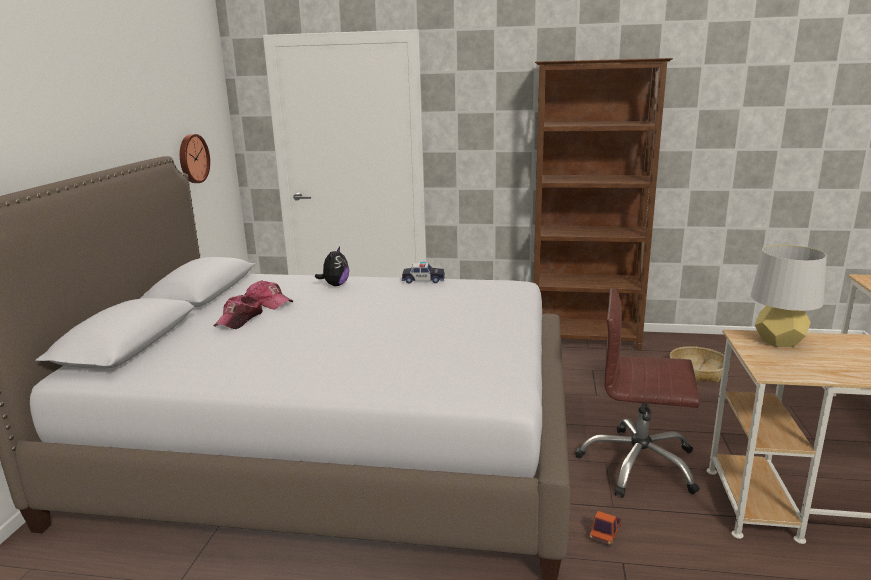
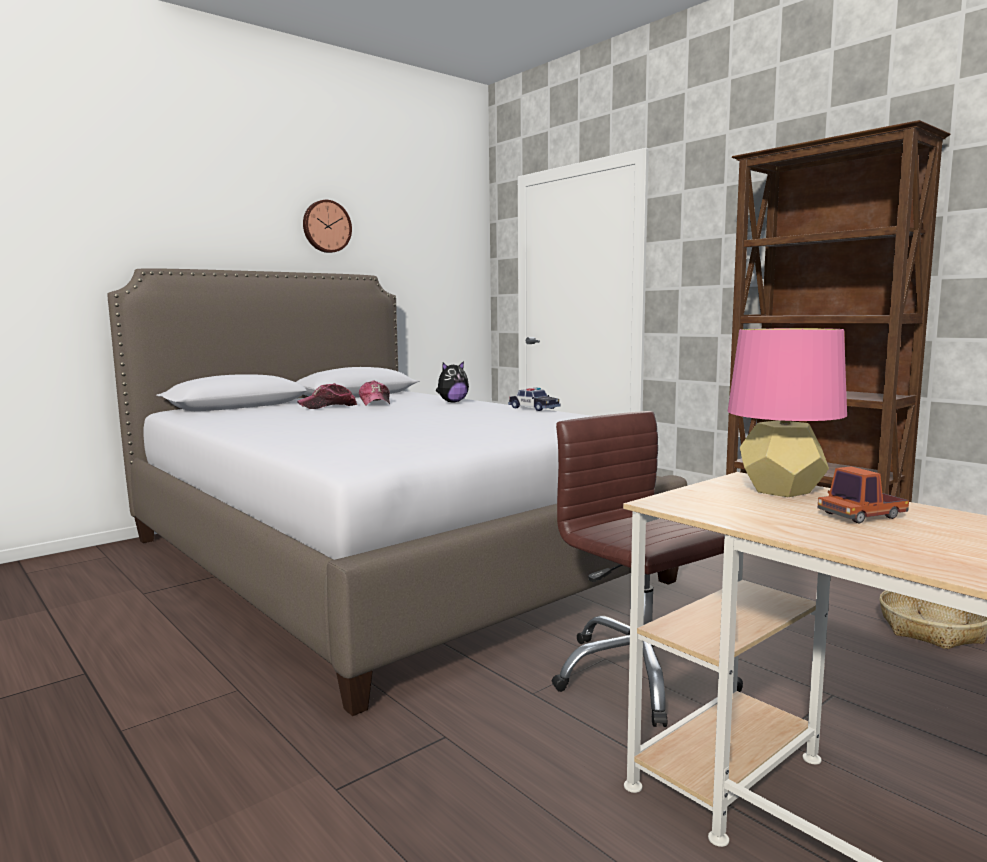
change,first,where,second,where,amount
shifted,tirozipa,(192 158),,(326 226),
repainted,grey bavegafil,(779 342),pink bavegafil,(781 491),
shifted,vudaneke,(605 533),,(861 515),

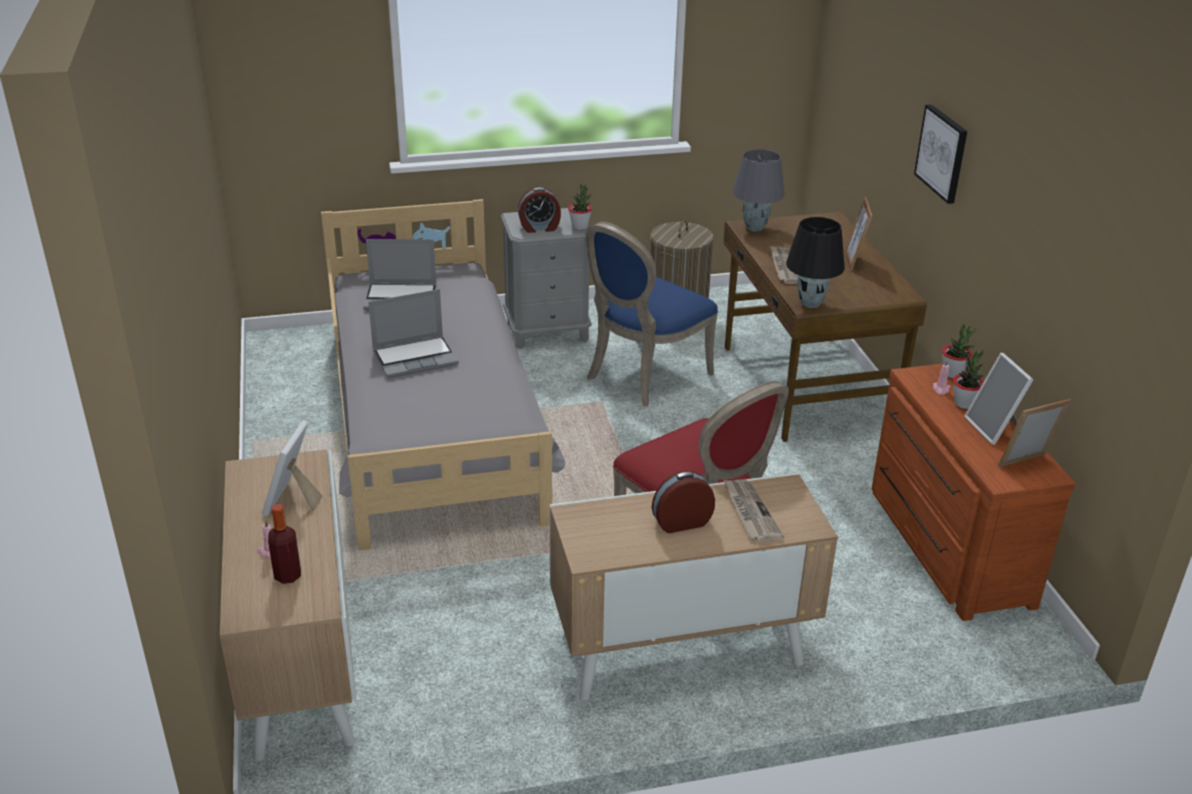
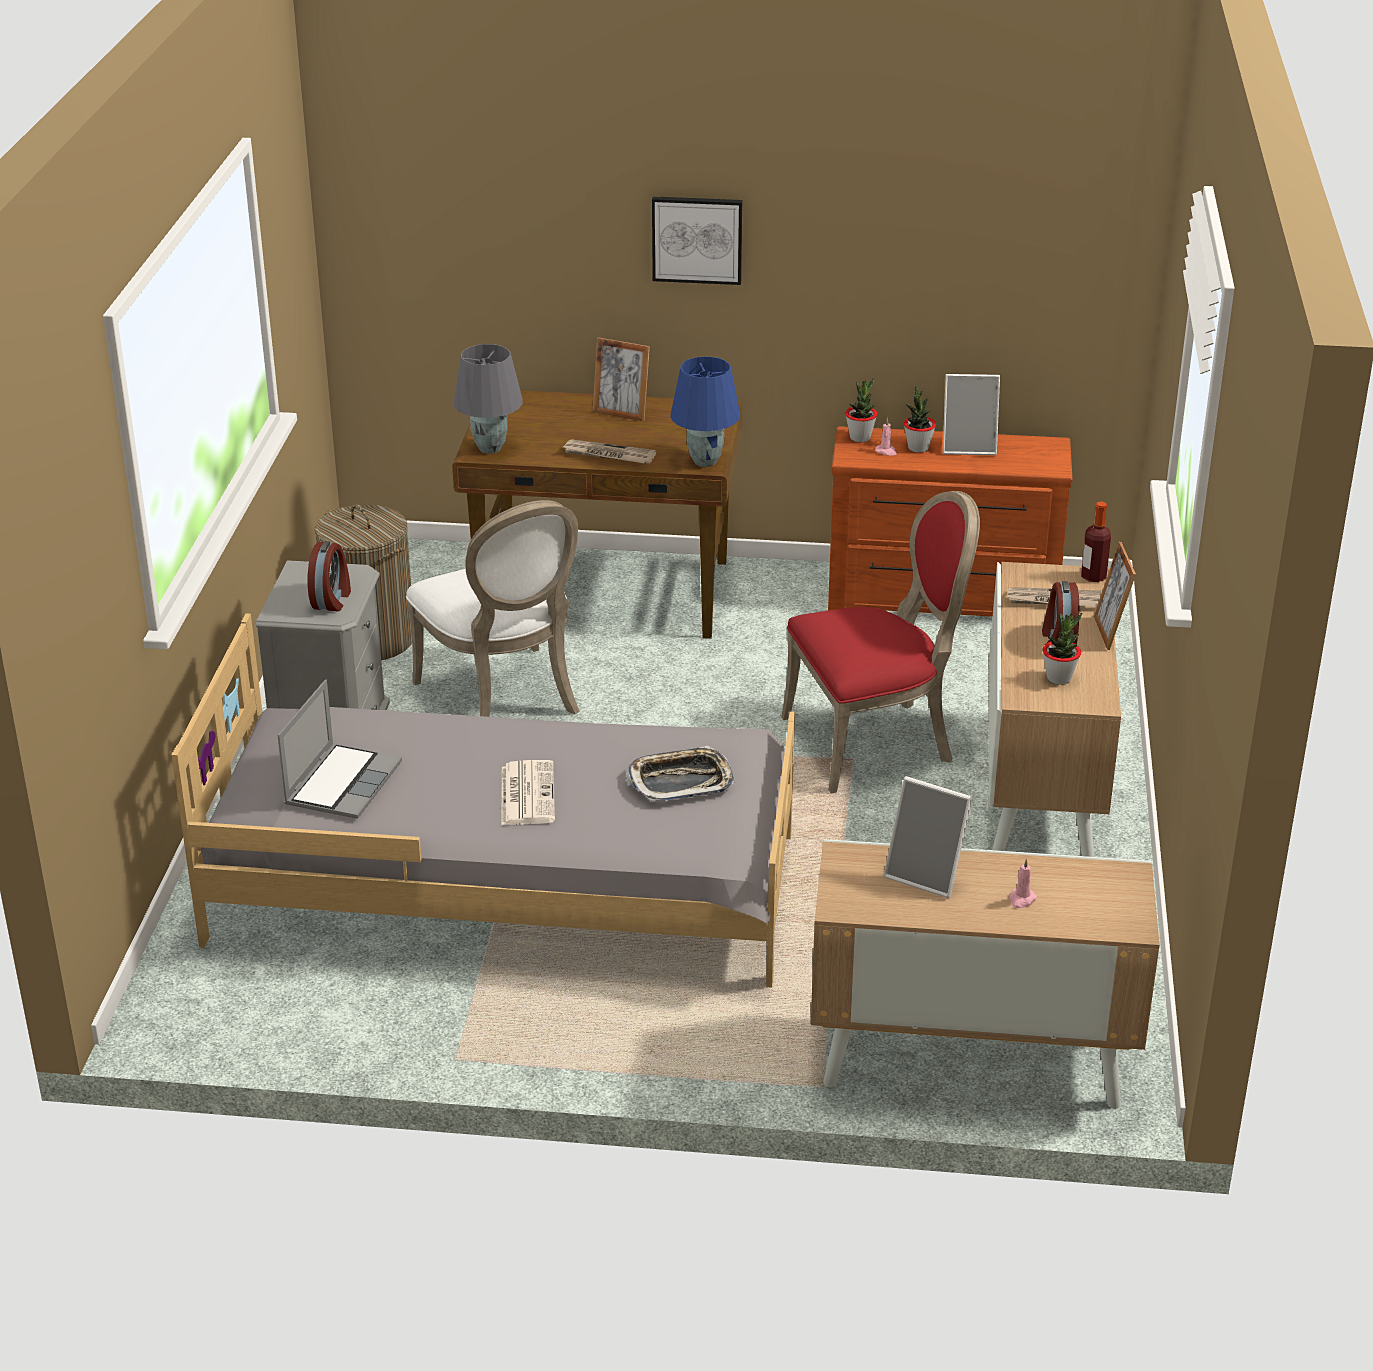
change,first,where,second,where,amount
shifted,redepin,(580 227),,(1059 678),
repainted,black bavegafil,(811 303),blue bavegafil,(705 461),
repainted,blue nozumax,(643 376),white nozumax,(505 698),
swapped,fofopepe,(416 358),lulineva,(526 793),
shifted,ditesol,(1026 464),,(1110 632),
shifted,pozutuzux,(287 576),,(1093 576),
new,,,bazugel,(681 781),

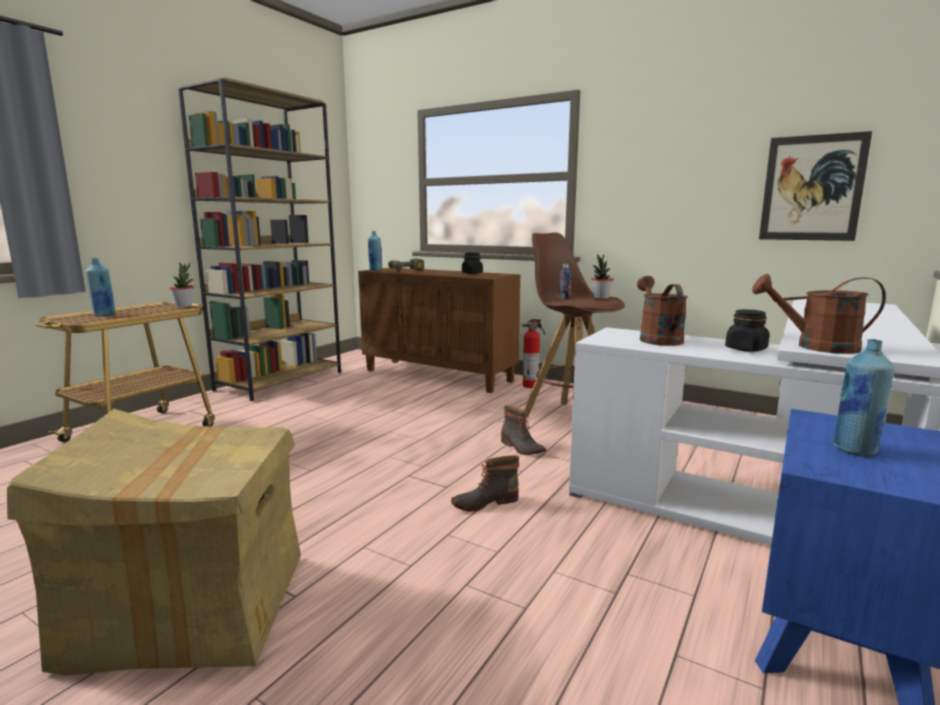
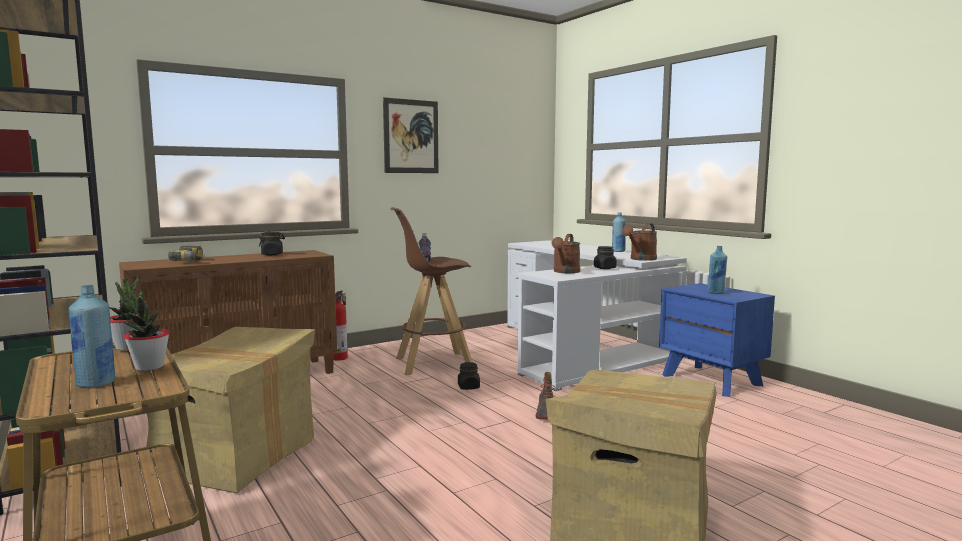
change,first,where,second,where,amount
shifted,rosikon,(812 188),,(411 136),
shifted,blue pozutuzux,(375 270),,(618 251),
shifted,redepin,(601 298),,(149 367),
rotated,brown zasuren,(657 338),,(565 272),90 degrees counterclockwise
swapped,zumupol,(521 448),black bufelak,(468 387),
new,,,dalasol,(236 457),

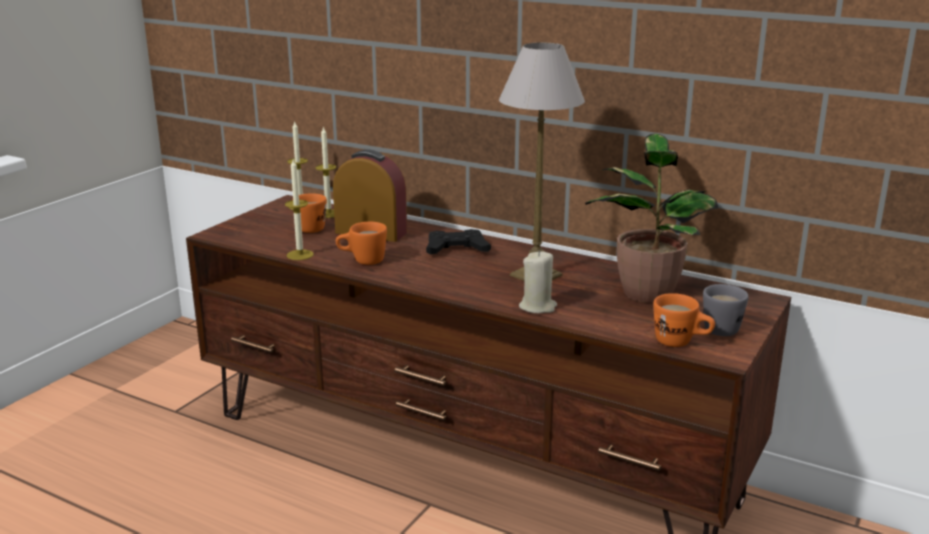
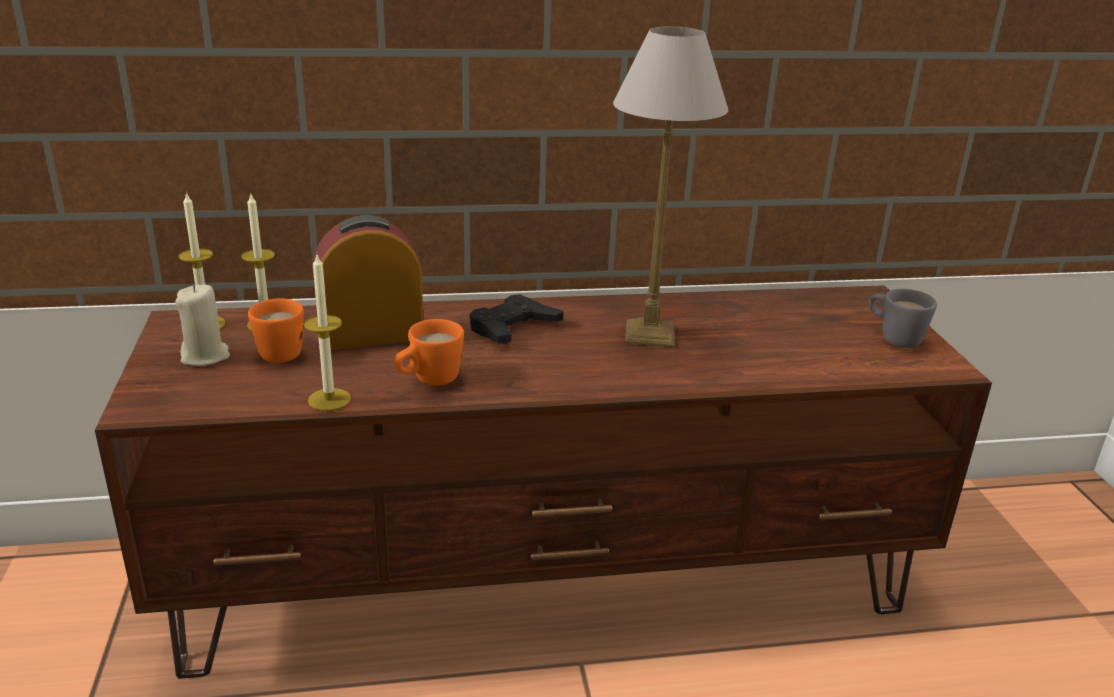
change,first,where,second,where,amount
gone,redepin,(646 291),,,
shifted,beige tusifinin,(538 307),,(205 356),
gone,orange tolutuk,(681 343),,,

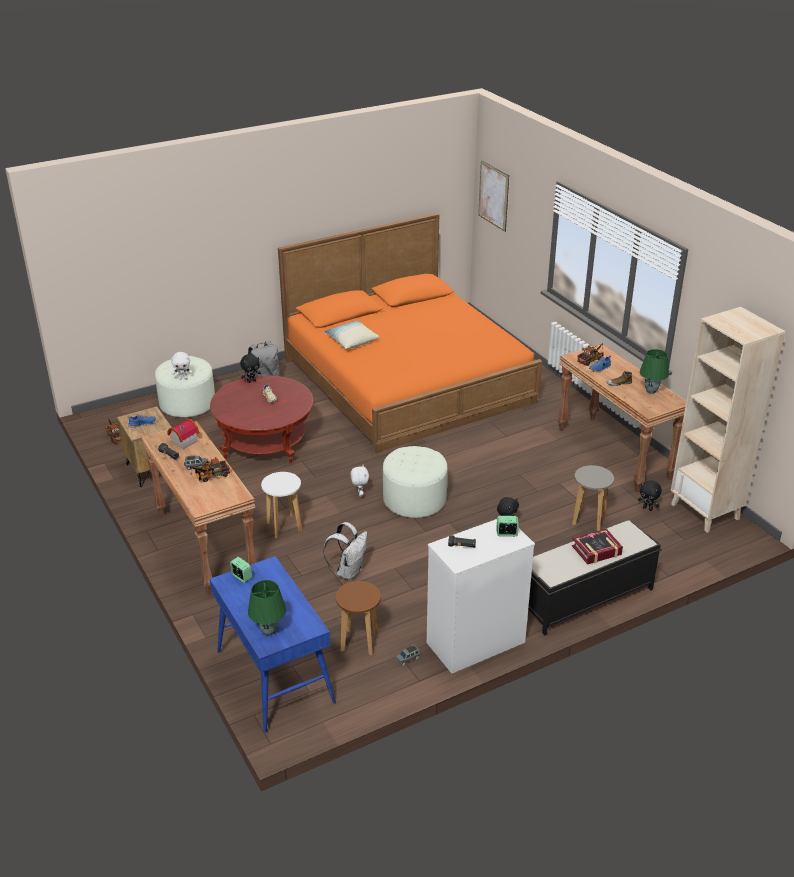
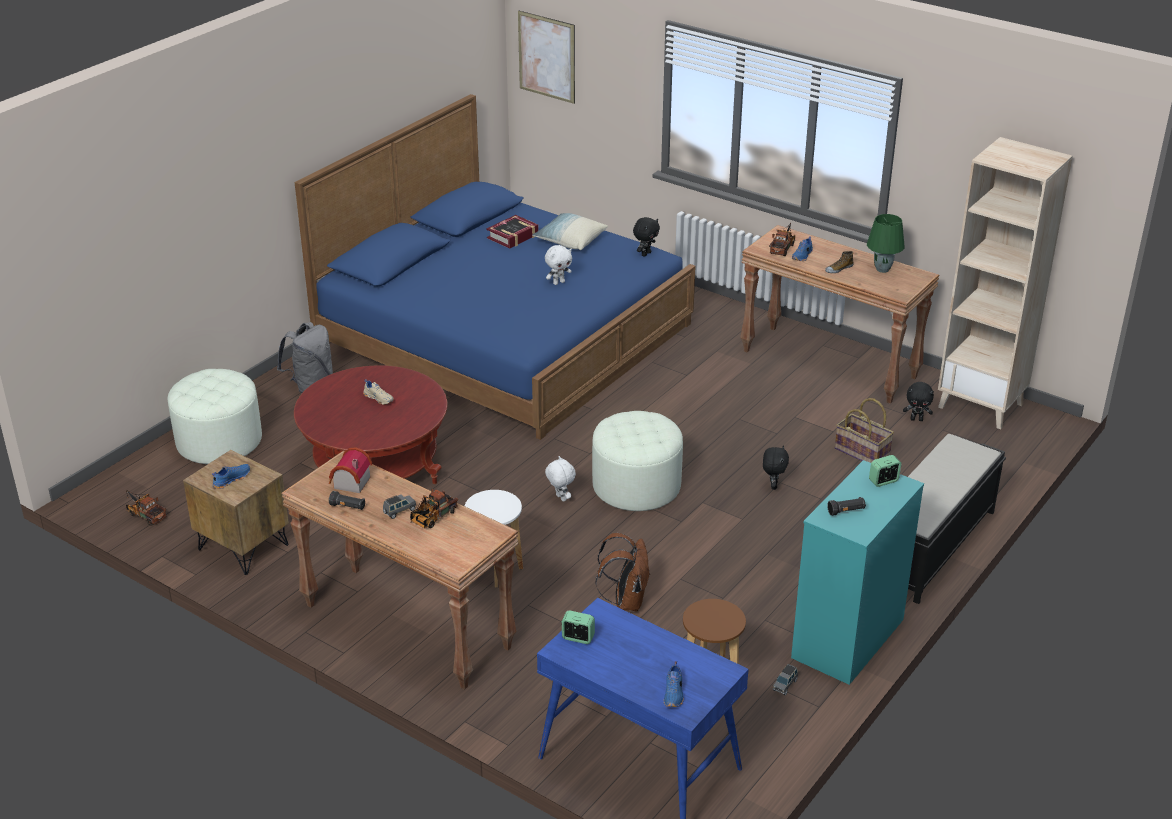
change,first,where,second,where,amount
repainted,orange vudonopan,(407 380),blue vudonopan,(504 334),
shifted,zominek,(351 341),,(570 241),
shifted,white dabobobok,(183 378),,(558 282),
shifted,black dabobobok,(251 381),,(645 254),
swapped,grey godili,(589 520),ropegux,(862 452),
repainted,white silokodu,(475 643),turquoise silokodu,(847 639),
repainted,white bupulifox,(348 571),brown bupulifox,(626 601),
shifted,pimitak,(596 551),,(513 236),
swapped,green bavegafil,(269 631),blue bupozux,(674 693),

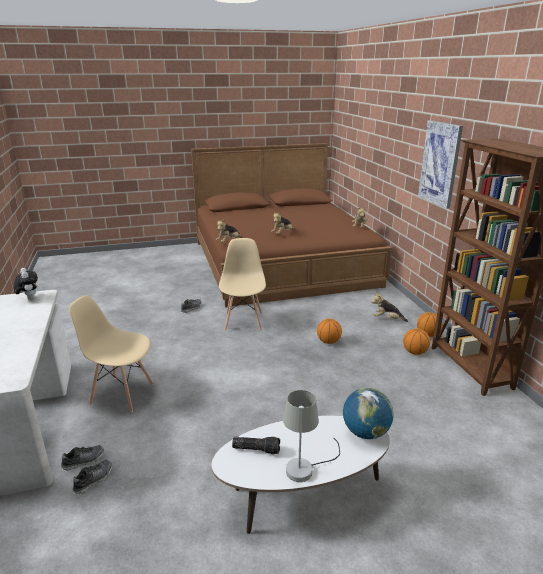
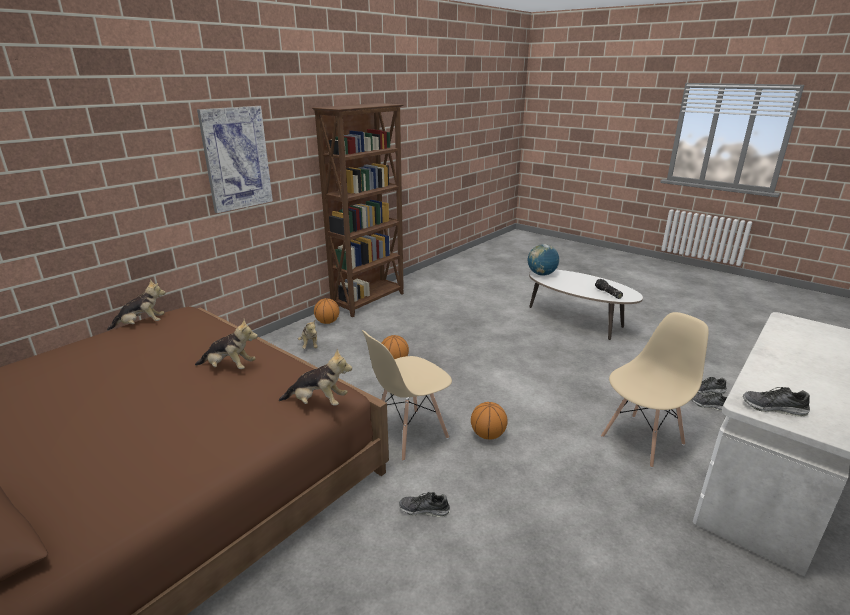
change,first,where,second,where,amount
swapped,dabobobok,(29 298),bupozux,(773 408),
rotated,beige nozumax,(122 394),,(643 440),105 degrees counterclockwise
shifted,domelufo,(415 352),,(488 435),
gone,grey bavegafil,(306 468),,,

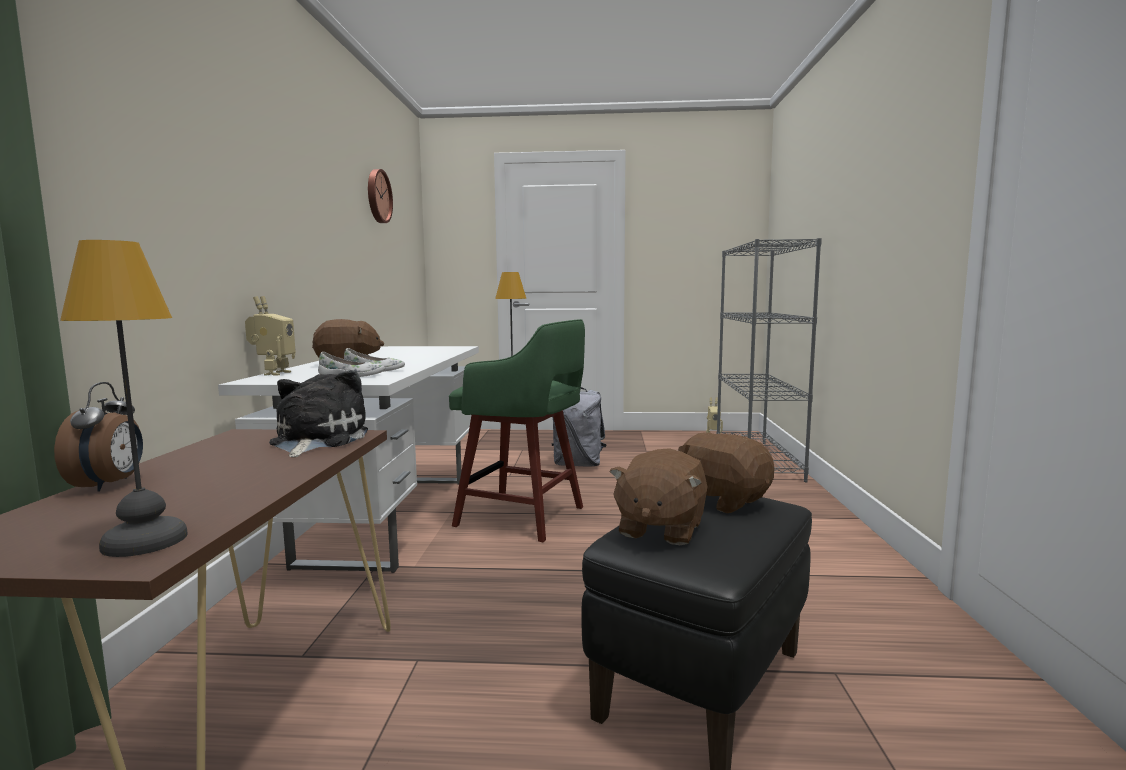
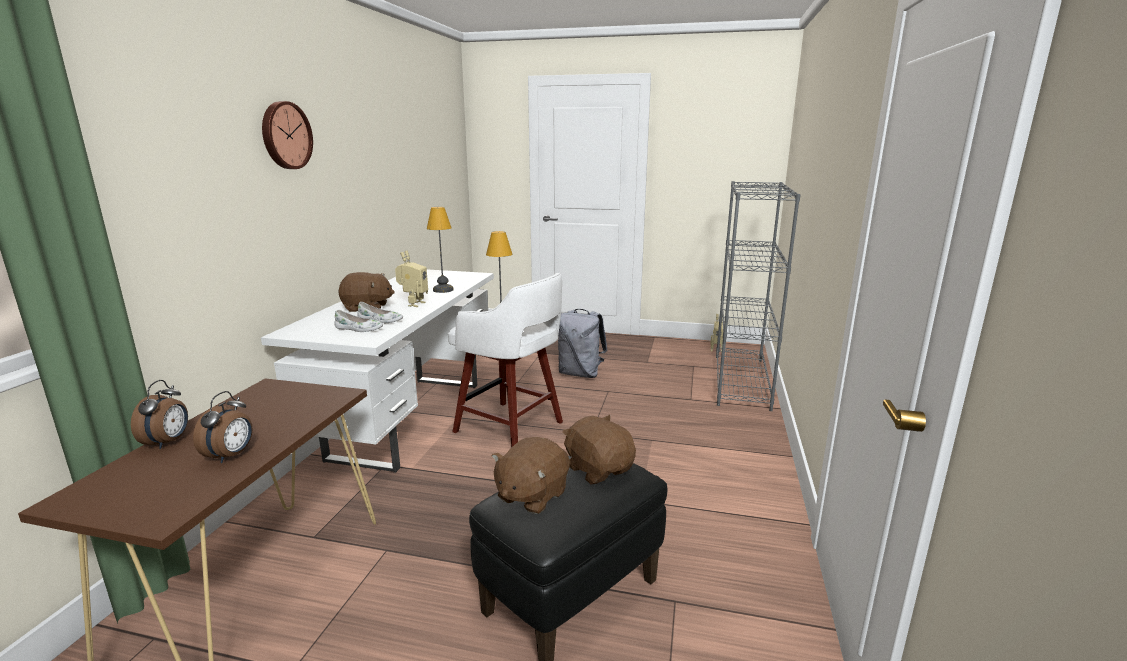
change,first,where,second,where,amount
shifted,tirozipa,(377 196),,(285 135),
shifted,bavegafil,(147 541),,(444 290),
shifted,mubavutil,(273 373),,(413 304),
repainted,green godili,(524 517),white godili,(511 428),
gone,dabobobok,(316 440),,,
new,,,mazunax,(231 455),

